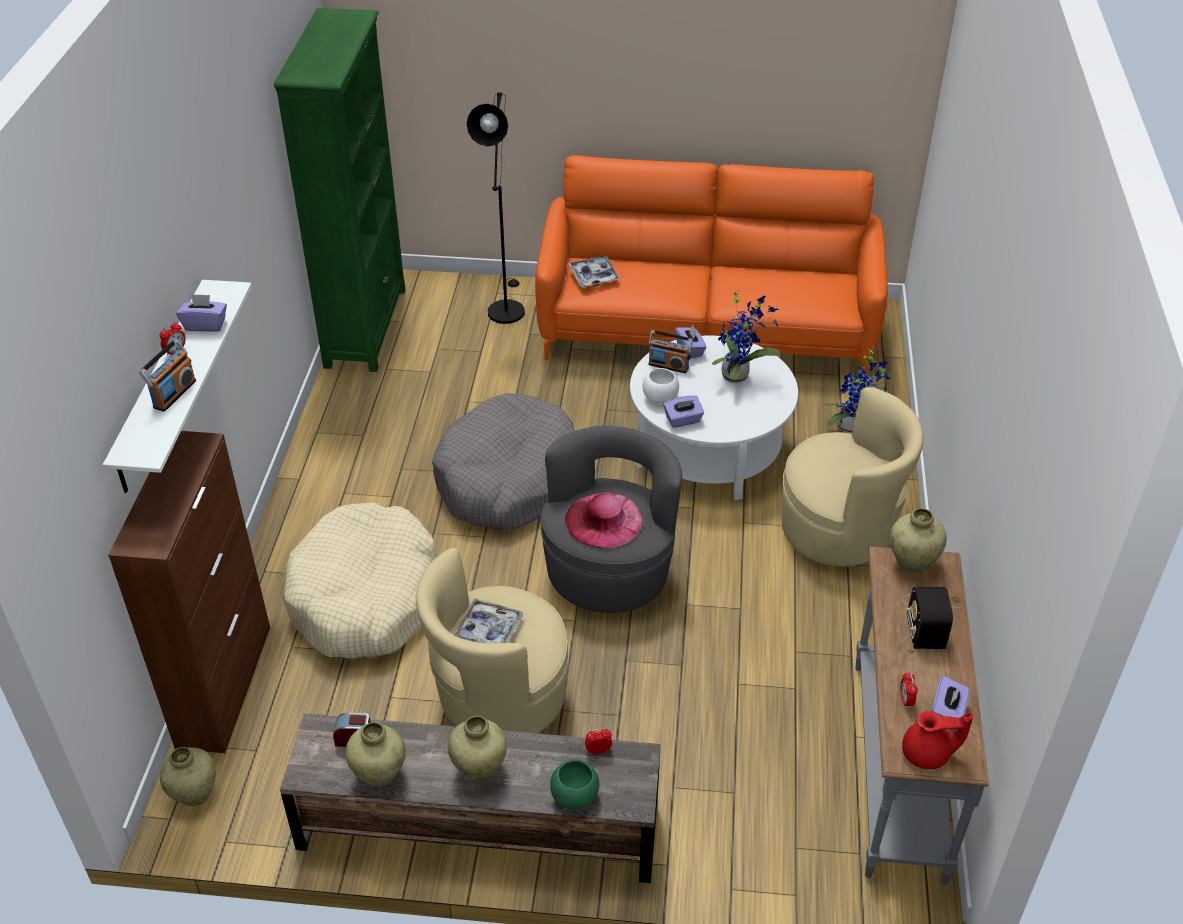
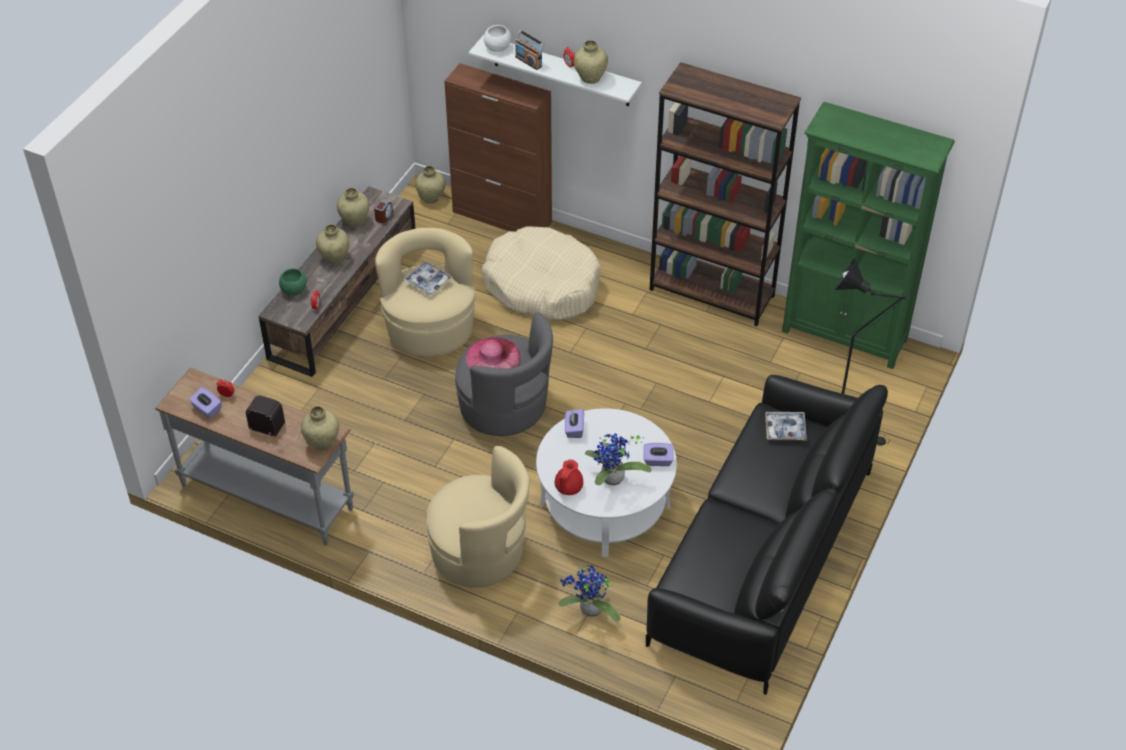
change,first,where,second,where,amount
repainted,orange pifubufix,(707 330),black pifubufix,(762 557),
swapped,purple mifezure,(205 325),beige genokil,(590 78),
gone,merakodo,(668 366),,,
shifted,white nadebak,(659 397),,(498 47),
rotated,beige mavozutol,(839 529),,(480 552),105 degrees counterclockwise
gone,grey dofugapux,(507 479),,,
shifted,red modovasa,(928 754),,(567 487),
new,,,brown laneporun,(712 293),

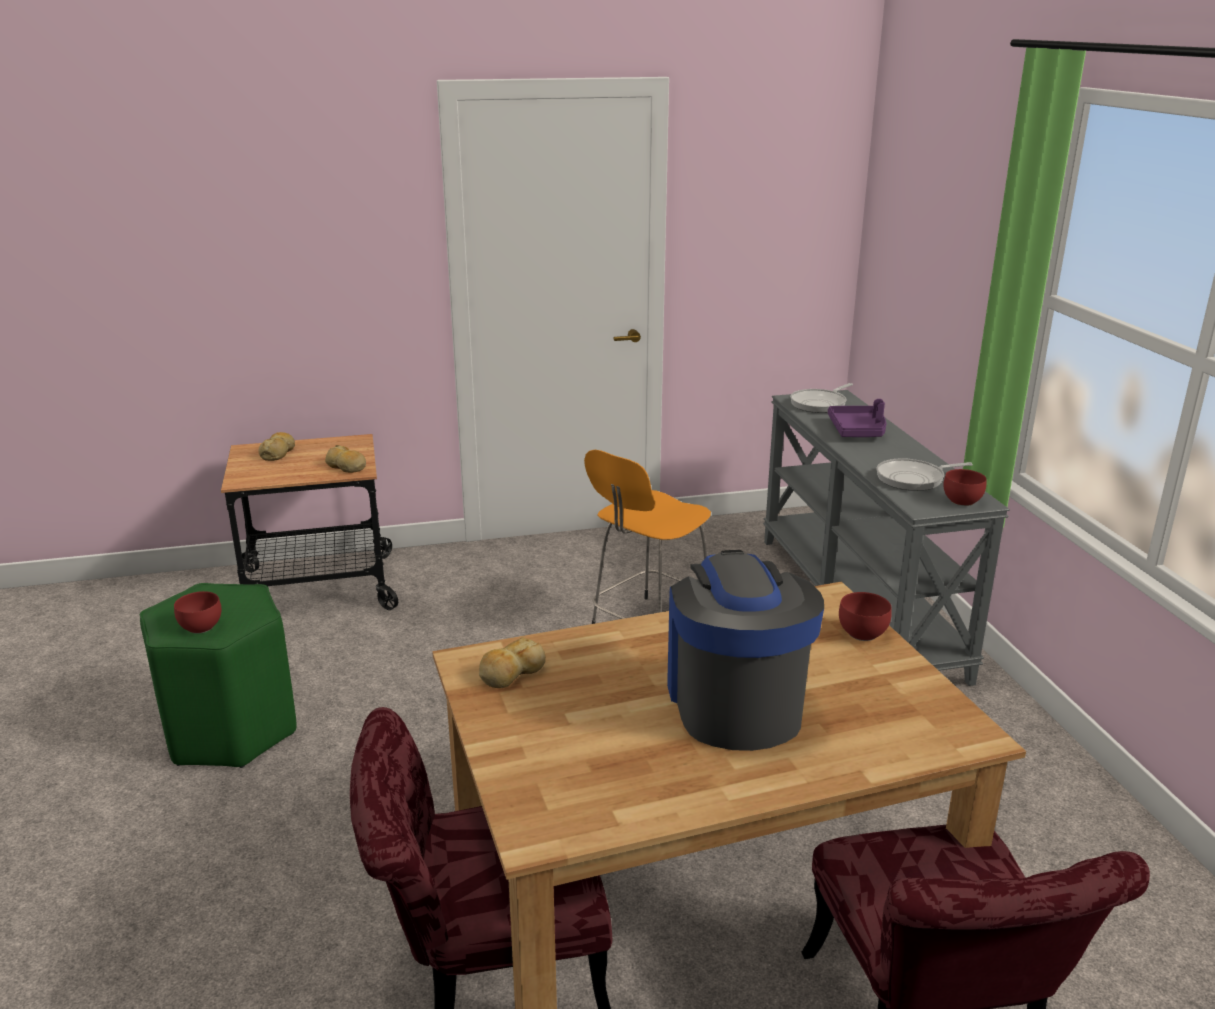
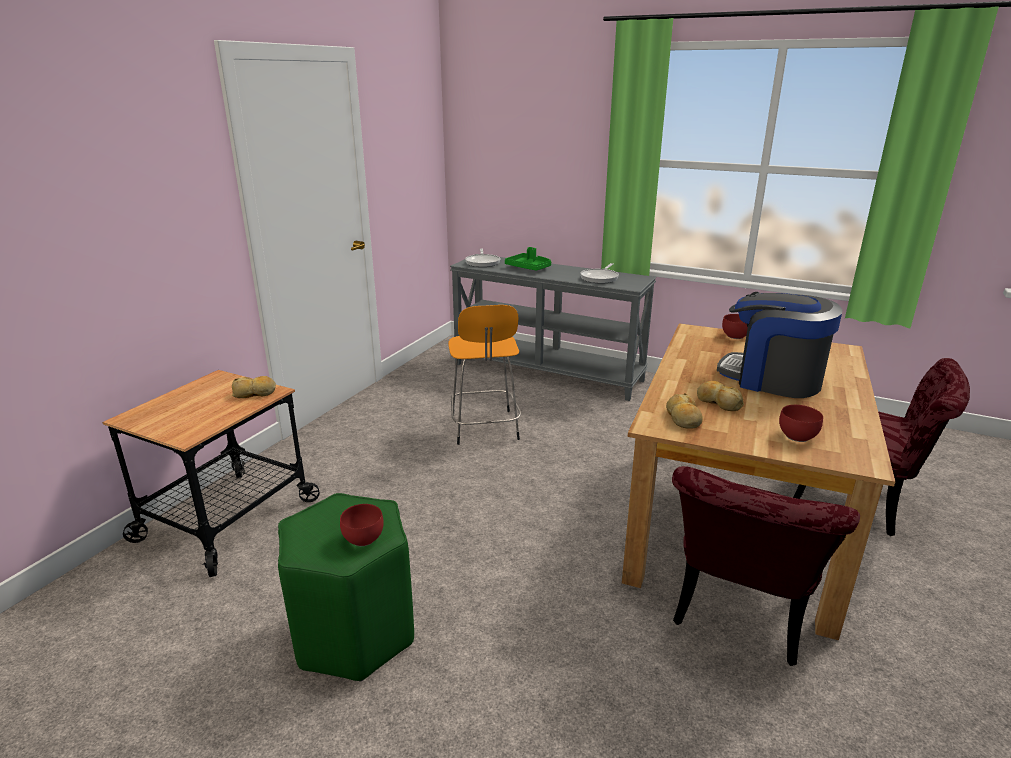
change,first,where,second,where,amount
repainted,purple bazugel,(858 431),green bazugel,(529 268),
shifted,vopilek,(278 453),,(718 402),
shifted,red nadebak,(963 501),,(797 436),

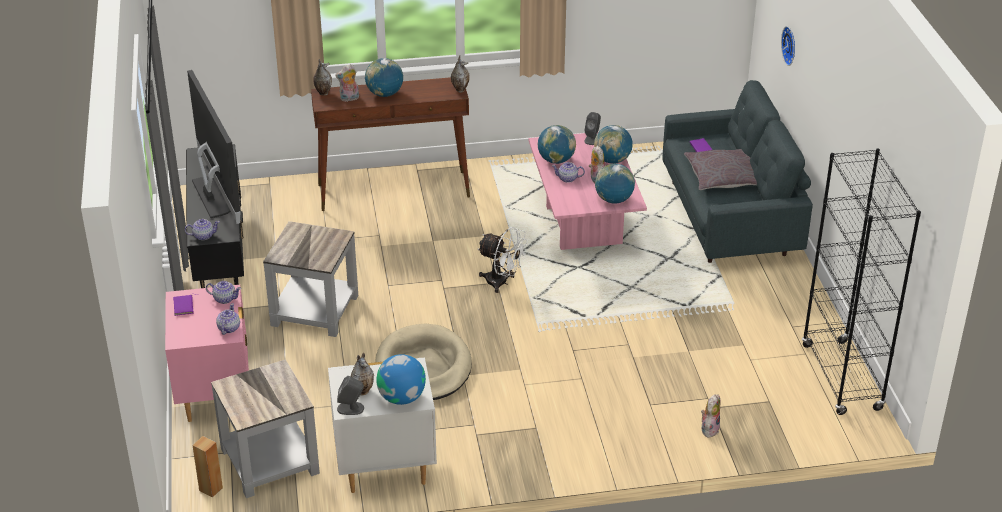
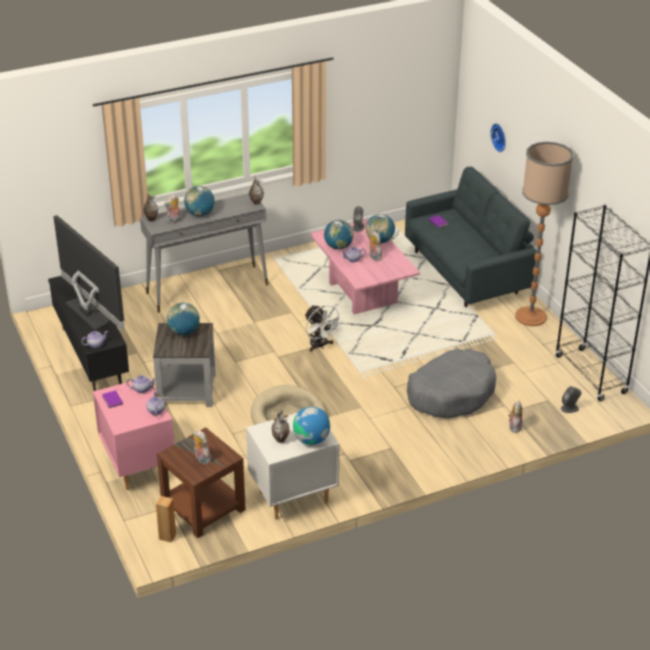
change,first,where,second,where,amount
repainted,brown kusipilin,(394 190),grey kusipilin,(208 288),
gone,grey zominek,(722 177),,,
shifted,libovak,(614 200),,(184 332),
rotated,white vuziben,(502 283),,(320 346),45 degrees clockwise
repainted,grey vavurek,(268 461),brown vavurek,(202 507),
shifted,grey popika,(351 408),,(570 408),
new,,,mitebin,(531 317),
new,,,grey dofugapux,(451 393),
new,,,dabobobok,(201 459),

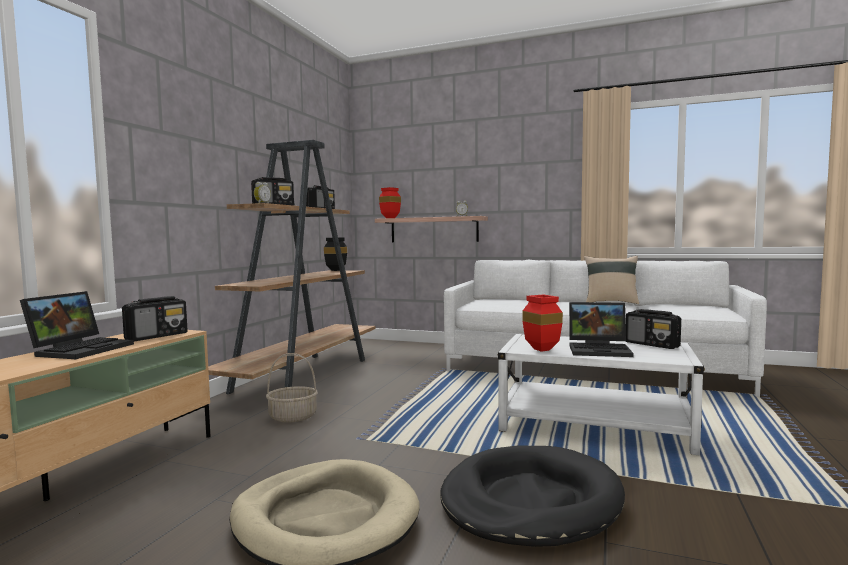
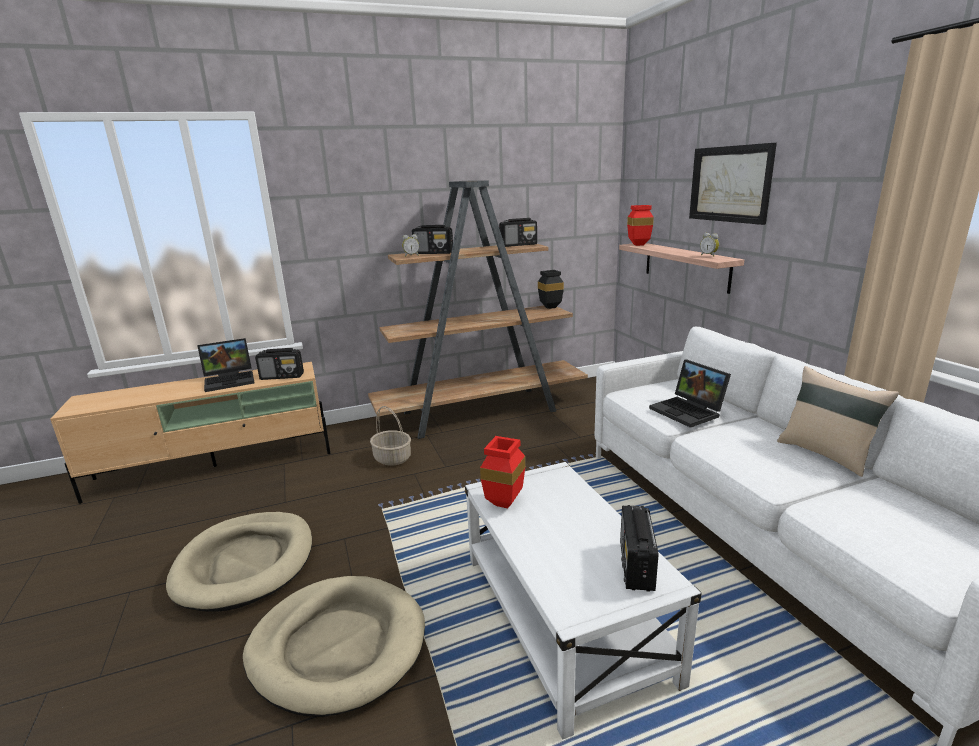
change,first,where,second,where,amount
shifted,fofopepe,(600 349),,(689 411),
repainted,black dofugapux,(530 501),beige dofugapux,(338 646),
new,,,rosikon,(730 184),

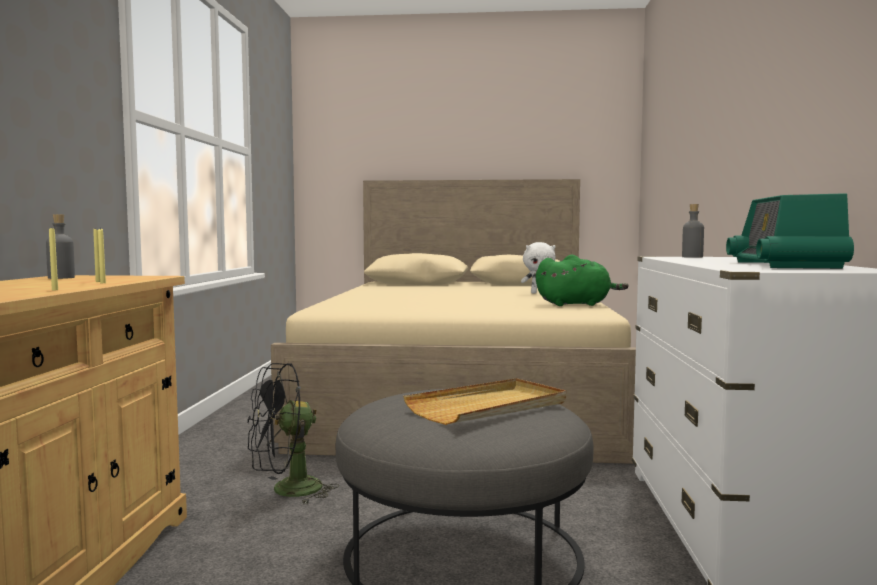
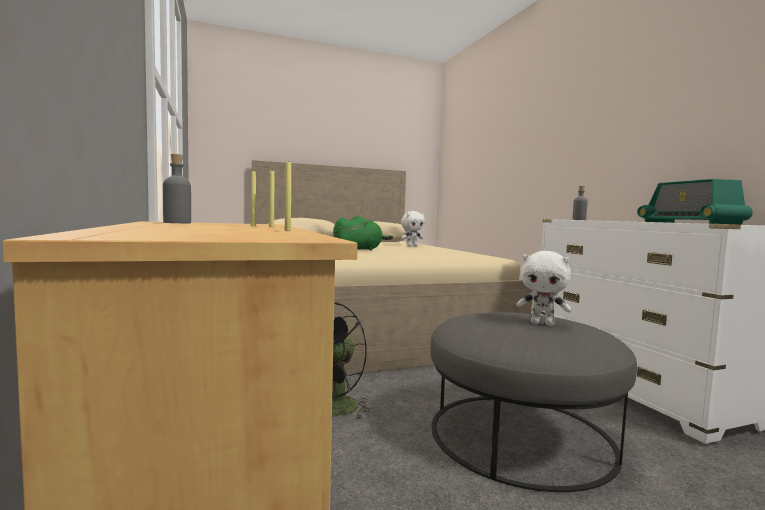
change,first,where,second,where,amount
shifted,green dabobobok,(576 304),,(359 249),
swapped,beige bazugel,(489 407),white dabobobok,(542 324),

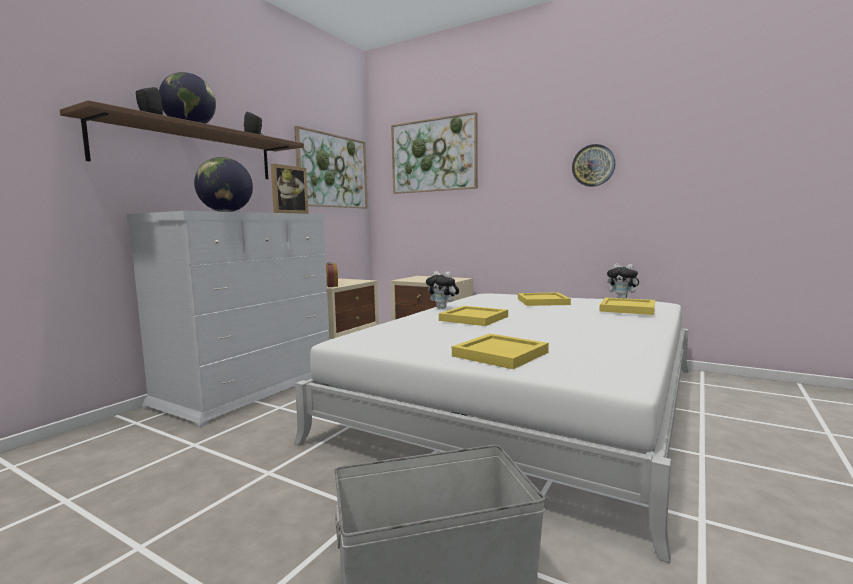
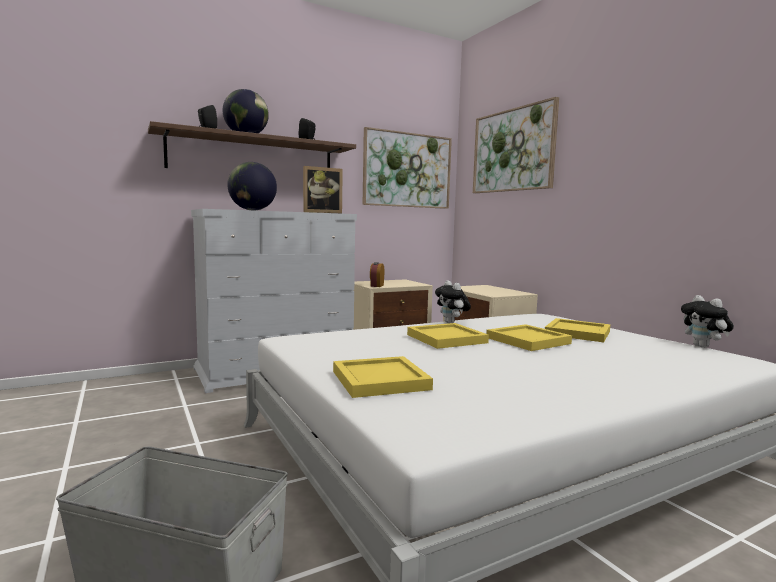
change,first,where,second,where,amount
gone,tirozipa,(593 165),,,
shifted,yellow bazugel,(628 309),,(529 340),

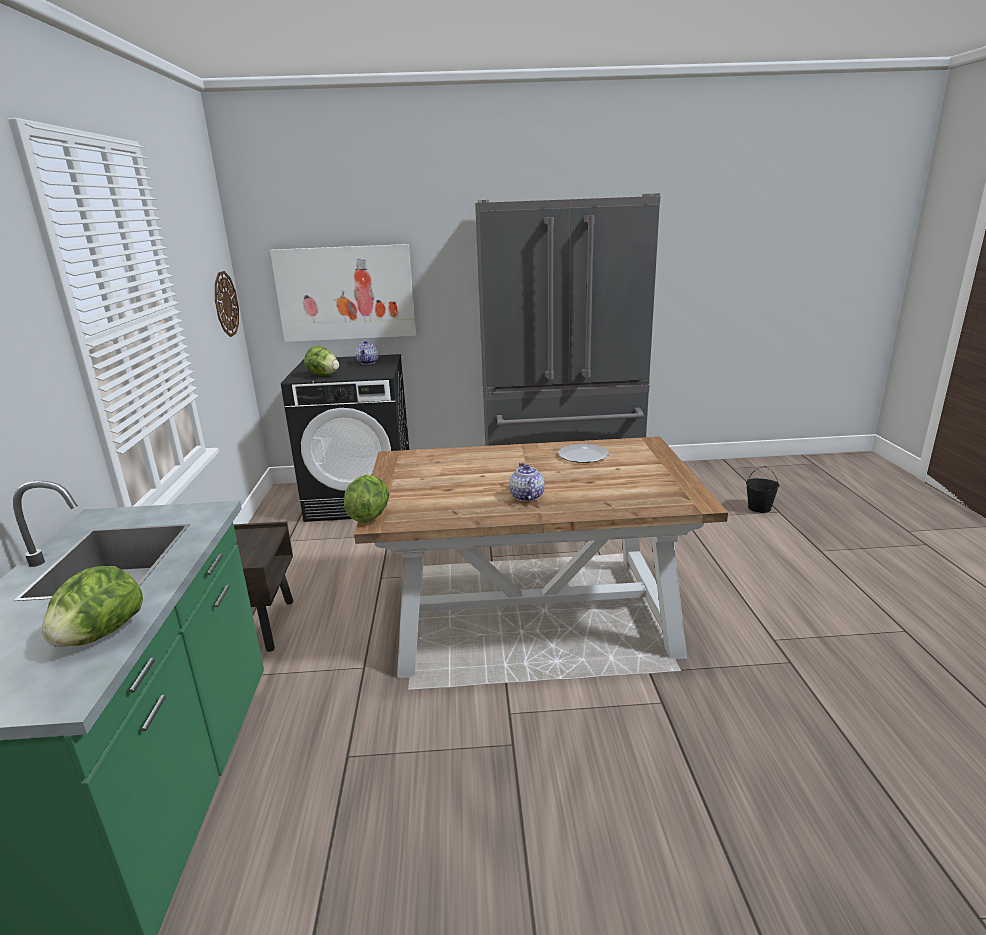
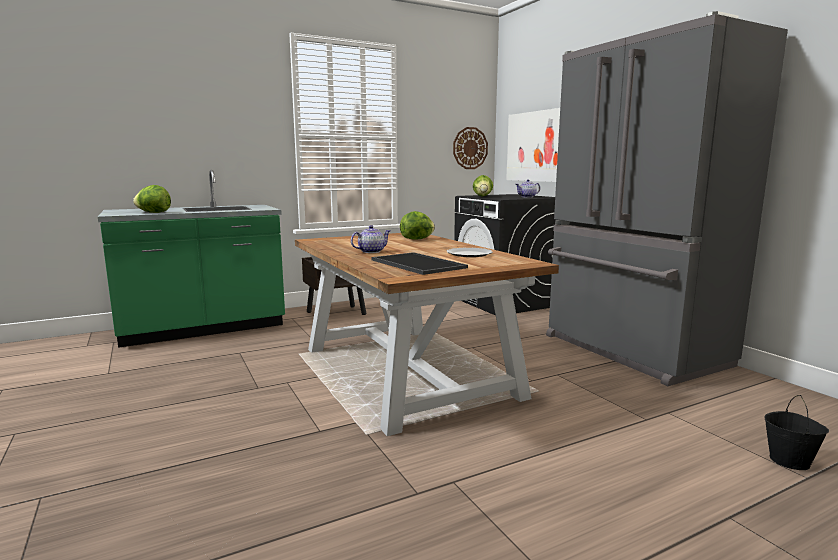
change,first,where,second,where,amount
shifted,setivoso,(369 516),,(417 239),
new,,,bazugel,(415 264),

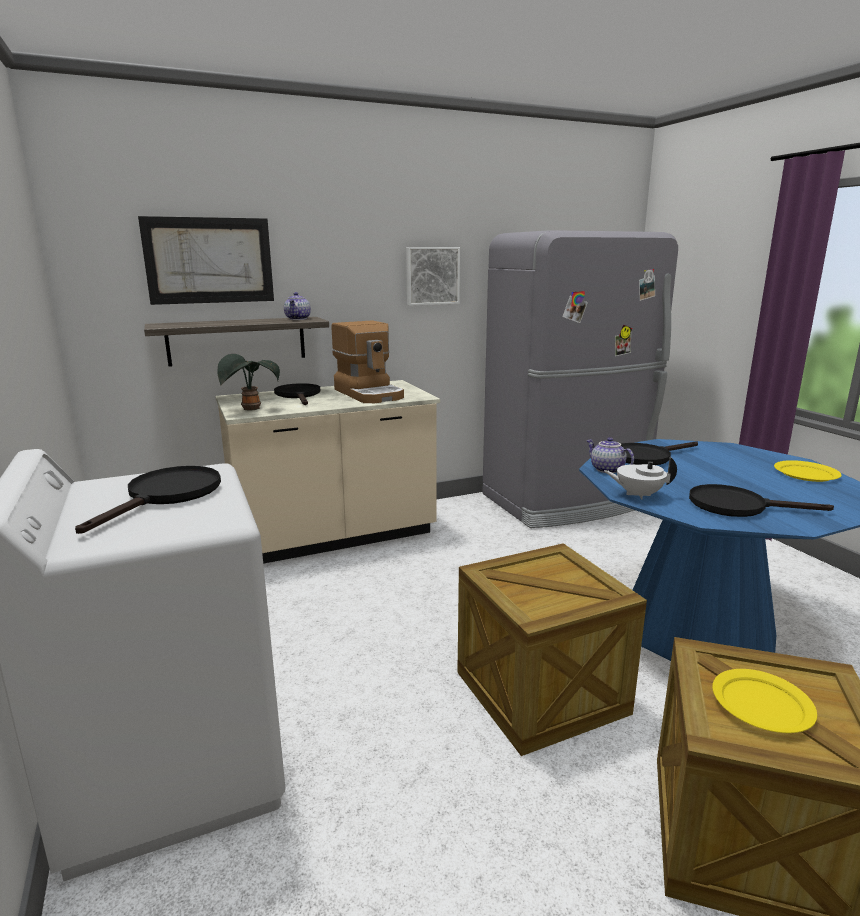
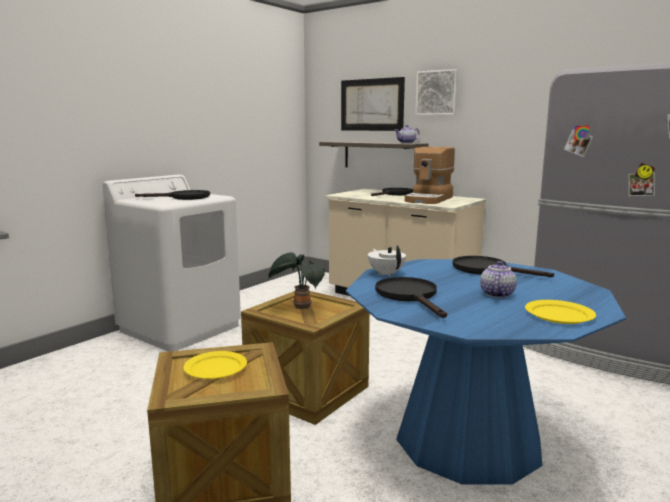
change,first,where,second,where,amount
shifted,rosikon,(432 276),,(437 93),
shifted,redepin,(250 409),,(300 307),
shifted,modovasa,(606 469),,(496 294),

